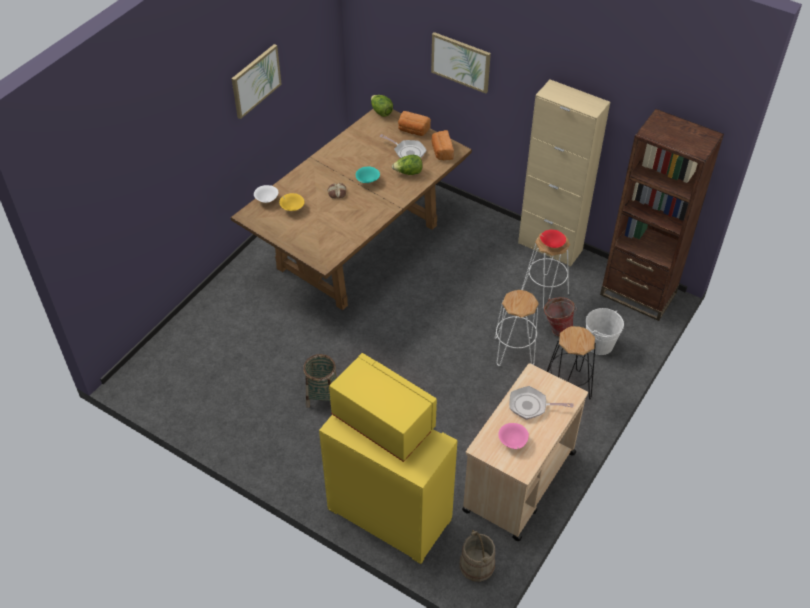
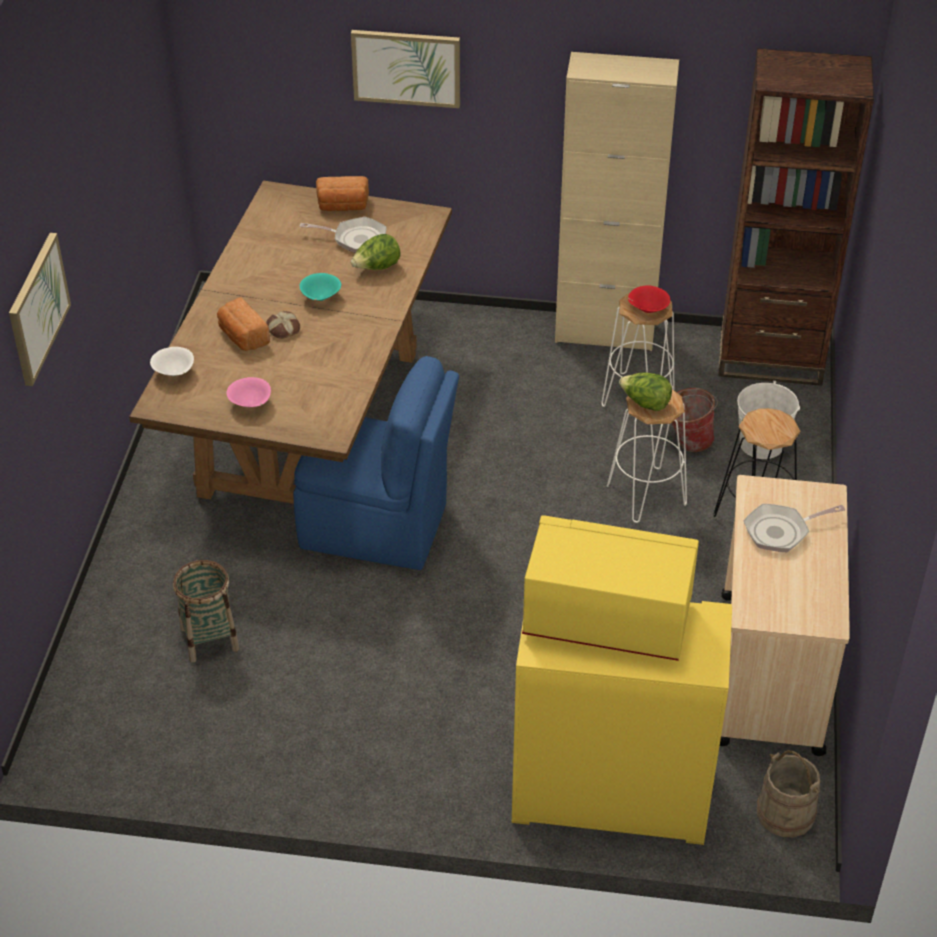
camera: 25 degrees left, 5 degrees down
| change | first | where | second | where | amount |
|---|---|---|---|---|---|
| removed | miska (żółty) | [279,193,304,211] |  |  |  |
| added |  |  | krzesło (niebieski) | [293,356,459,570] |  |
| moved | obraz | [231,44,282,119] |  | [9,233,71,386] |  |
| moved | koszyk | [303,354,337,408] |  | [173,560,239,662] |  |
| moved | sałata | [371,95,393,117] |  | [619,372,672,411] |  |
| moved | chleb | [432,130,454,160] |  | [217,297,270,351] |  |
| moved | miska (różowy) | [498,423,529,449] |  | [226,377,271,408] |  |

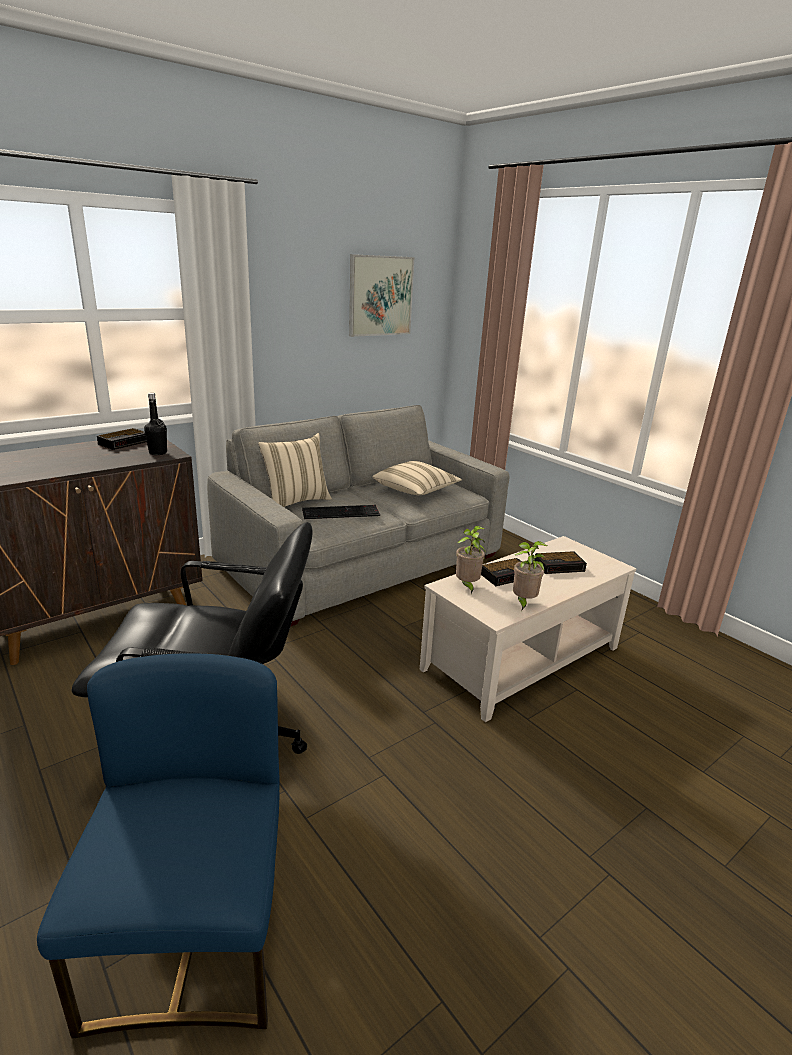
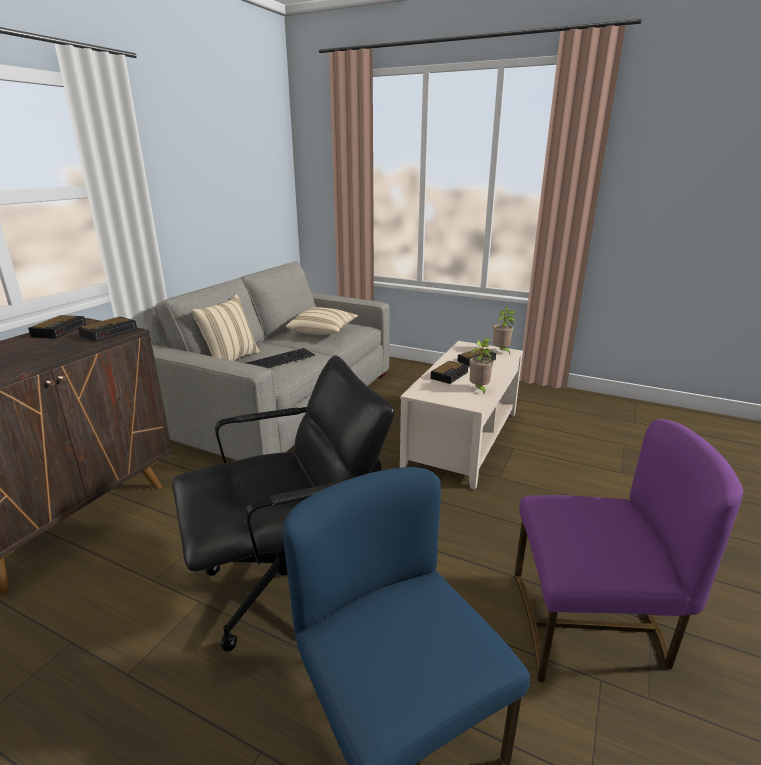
camera: 25 degrees left, 0 degrees up
| change | first | where | second | where | amount |
|---|---|---|---|---|---|
| removed | obraz | [349,254,414,337] |  |  |  |
| added |  |  | krzesło (fioletowy) | [514,419,743,683] |  |
| moved | roślina doniczkowa | [456,526,486,594] |  | [493,308,515,354] |  |
| replaced | butelka (czarny) | [144,393,167,455] | budzik | [78,317,137,342] |  |

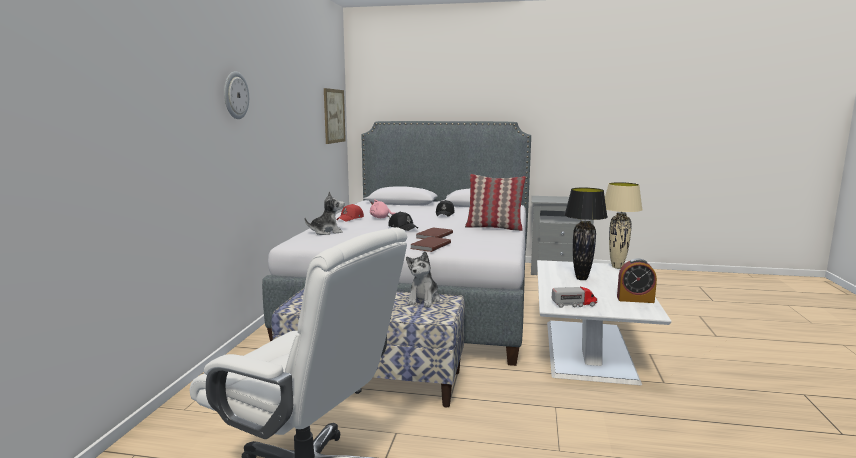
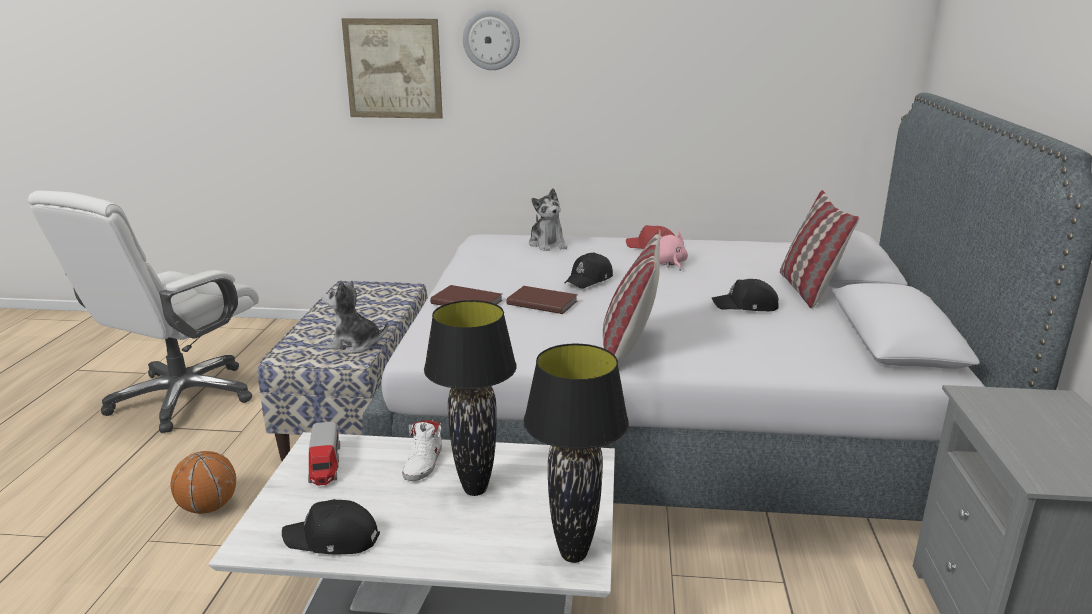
camera: 85 degrees right, 10 degrees up
| change | first | where | second | where | amount |
|---|---|---|---|---|---|
| added |  |  | piłka do koszykówki | [171,451,236,514] |  |
| added |  |  | but (biały) | [402,420,442,481] |  |
| added |  |  | poduszka | [780,190,859,309] |  |
| moved | obraz | [324,88,346,144] |  | [341,18,443,119] |  |
| replaced | budzik | [617,258,657,303] | czapka z daszkiem (czarny) | [282,499,380,554] |  |
| recoloured | lampa stołowa (beżowy) | [605,182,643,269] | lampa stołowa (czarny) | [523,344,629,563] |  |

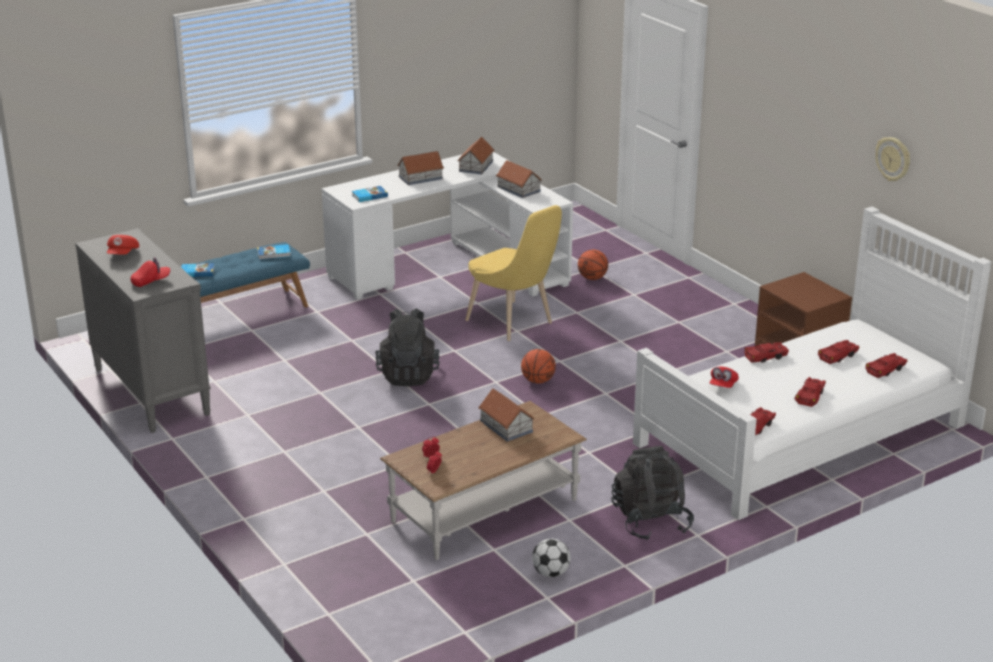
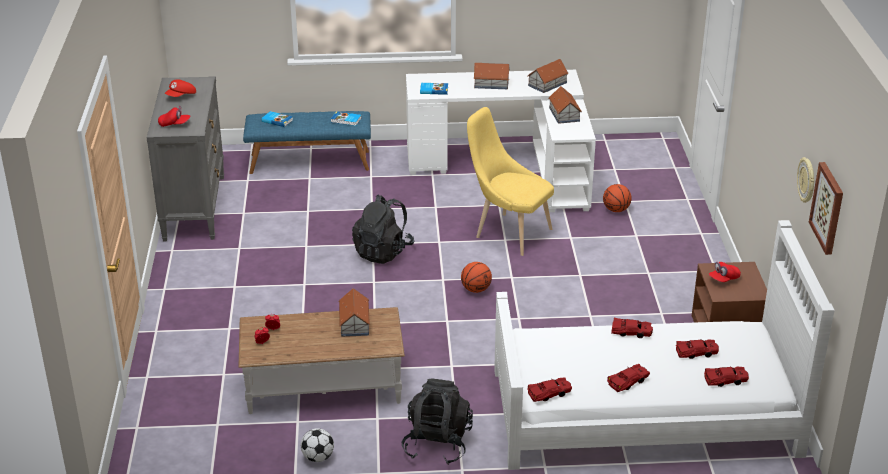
camera: 30 degrees right, 5 degrees up
| change | first | where | second | where | amount |
|---|---|---|---|---|---|
| added |  |  | obraz | [809,162,843,255] |  |
| moved | czapka z daszkiem (czerwony) | [709,366,739,388] |  | [709,262,741,282] |  |
| turned | krzesło (żółty) | [465,205,562,341] |  | [467,107,554,256] | 135 degrees clockwise |

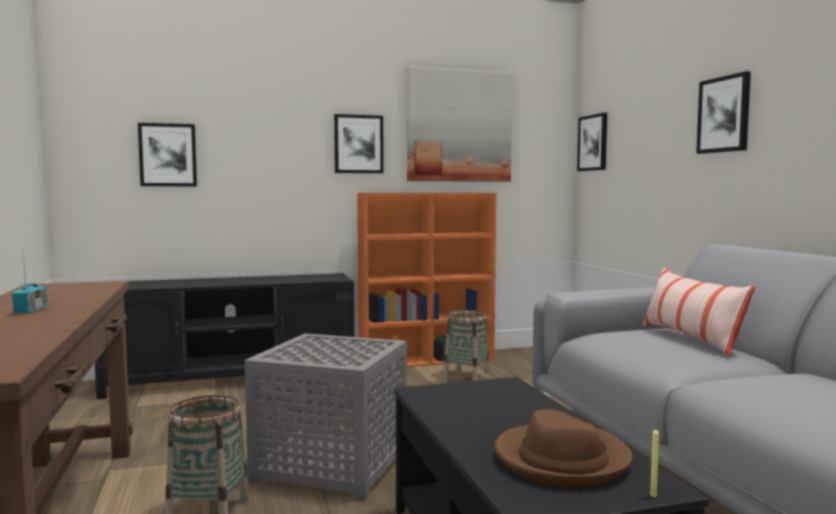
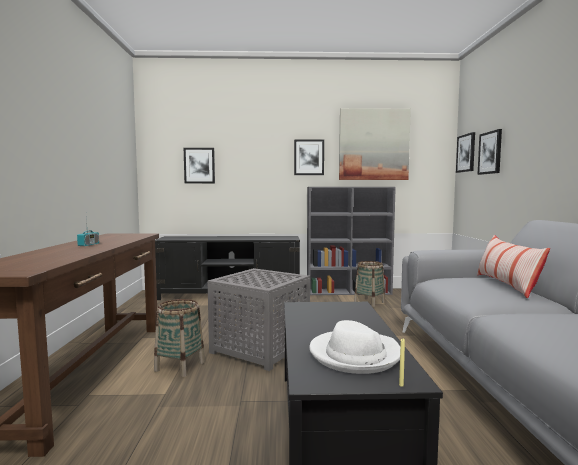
camera: 15 degrees right, 0 degrees up
| change | first | where | second | where | amount |
|---|---|---|---|---|---|
| moved | obraz | [696,71,751,154] |  | [477,129,502,175] |  |
| recoloured | regał (pomarańczowy) | [357,193,496,367] | regał (szary) | [307,187,396,295] |  |
| recoloured | kapelusz (brązowy) | [495,409,632,487] | kapelusz (biały) | [309,320,400,374] |  |

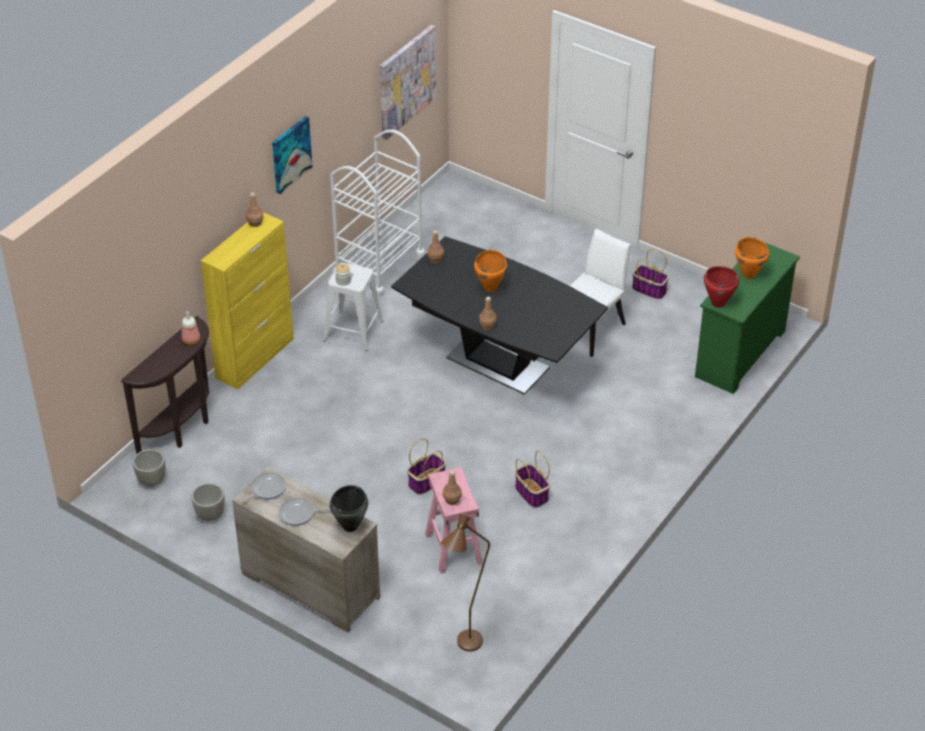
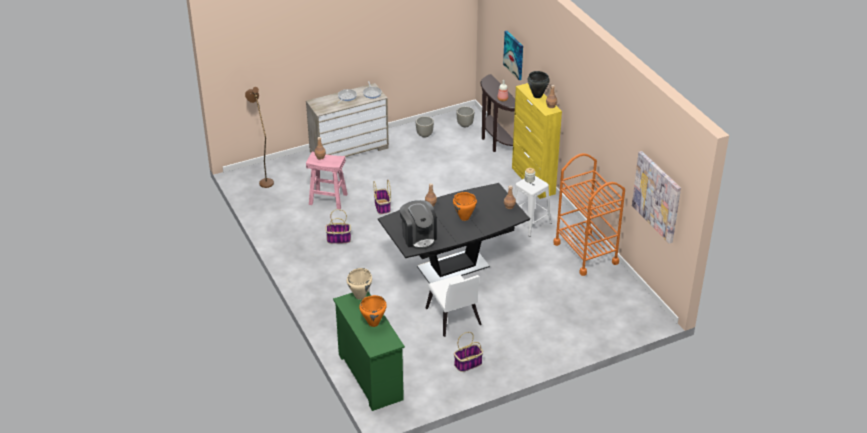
camera: 120 degrees right, 5 degrees down
| change | first | where | second | where | amount |
|---|---|---|---|---|---|
| added |  |  | ekspres do kawy | [400,200,437,250] |  |
| moved | obraz | [272,116,313,194] |  | [503,31,523,80] |  |
| moved | garnek (czarny) | [330,485,368,532] |  | [528,71,550,98] |  |
| recoloured | wózek (biały) | [330,129,425,297] | wózek (pomarańczowy) | [553,153,625,276] |  |
| recoloured | garnek (czerwony) | [704,266,739,307] | garnek (beżowy) | [347,268,372,300] |  |

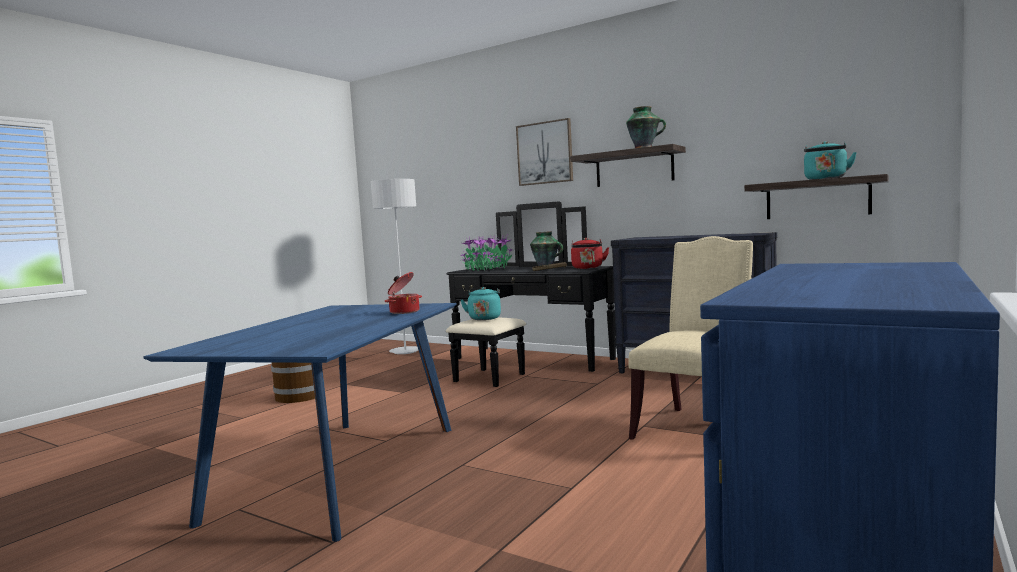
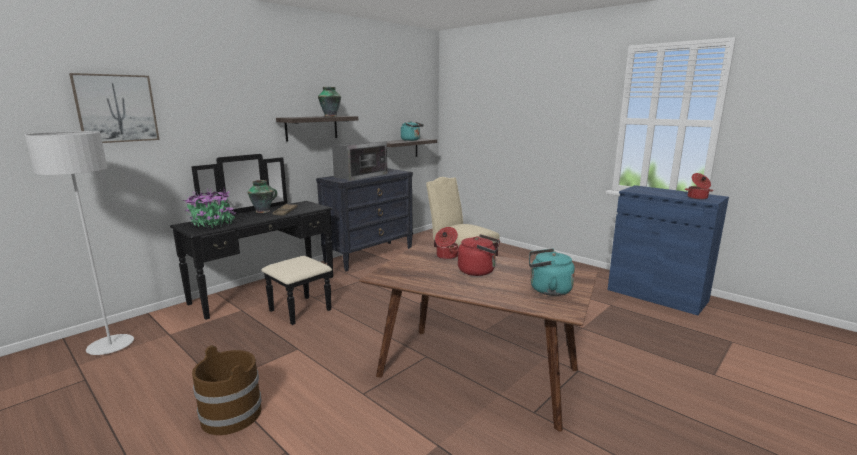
camera: 80 degrees left, 10 degrees up
| change | first | where | second | where | amount |
|---|---|---|---|---|---|
| added |  |  | mikrofalówka | [332,141,387,181] |  |
| added |  |  | garnek | [685,173,713,199] |  |
| moved | czajnik (turkusowy) | [461,287,501,320] |  | [529,249,575,296] |  |
| moved | obraz | [516,118,573,186] |  | [69,73,159,143] |  |
| moved | czajnik (czerwony) | [571,238,609,269] |  | [458,234,500,276] |  |
| recoloured | stół jadalny (niebieski) | [143,303,456,542] | stół jadalny (brązowy) | [359,244,598,432] |  |

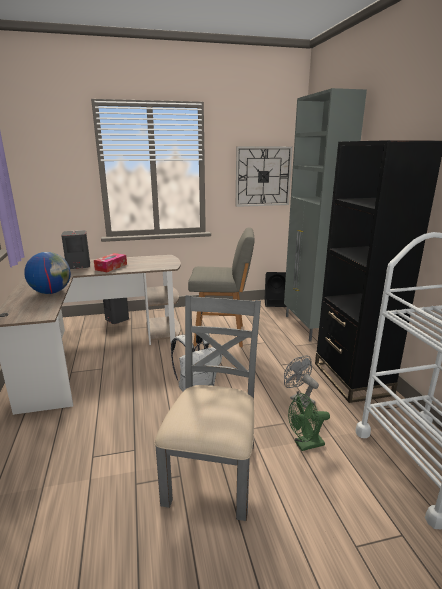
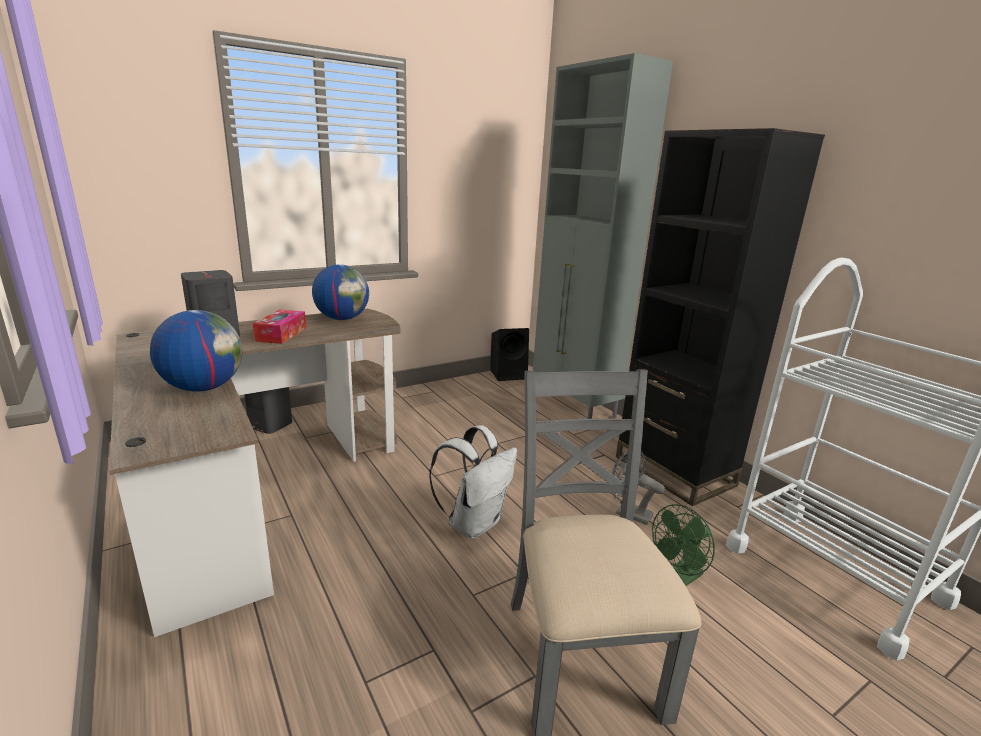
camera: 20 degrees left, 0 degrees up
| change | first | where | second | where | amount |
|---|---|---|---|---|---|
| removed | krzesło (szary) | [188,227,255,347] |  |  |  |
| removed | zegar ścienny | [236,146,293,207] |  |  |  |
| added |  |  | globus | [312,264,369,320] |  |

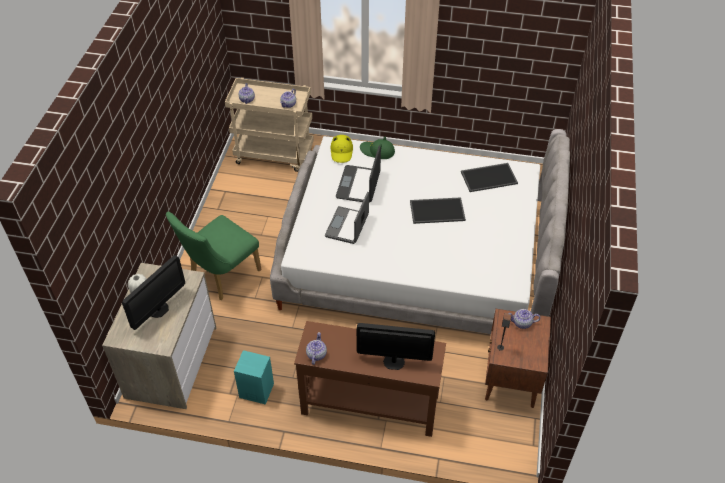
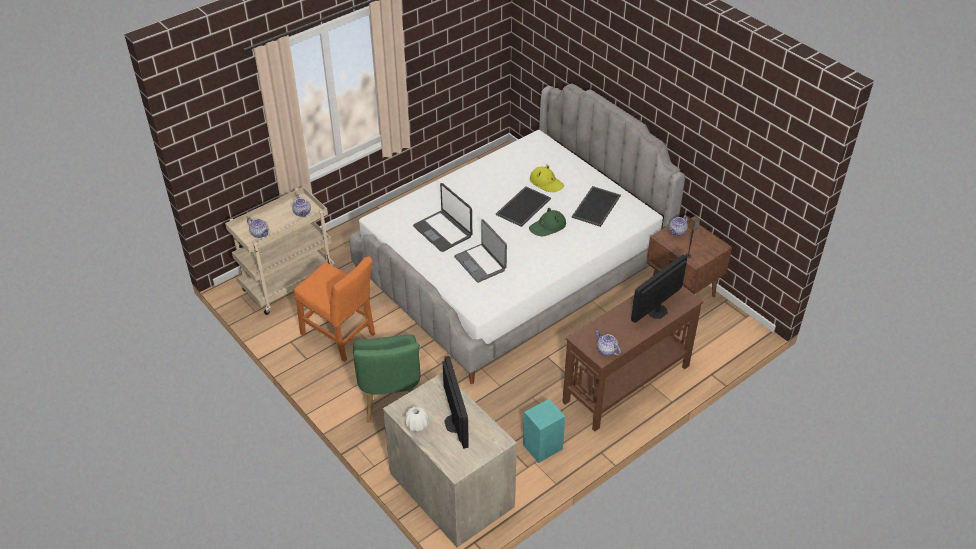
camera: 50 degrees left, 5 degrees down
| change | first | where | second | where | amount |
|---|---|---|---|---|---|
| added |  |  | krzesło (pomarańczowy) | [294,257,375,362] |  |
| moved | kapelusz (żółty) | [331,135,353,163] |  | [530,165,564,192] |  |
| moved | kapelusz (zielony) | [360,136,395,159] |  | [529,208,566,236] |  |
| moved | taca | [461,163,518,192] |  | [572,186,621,227] |  |

